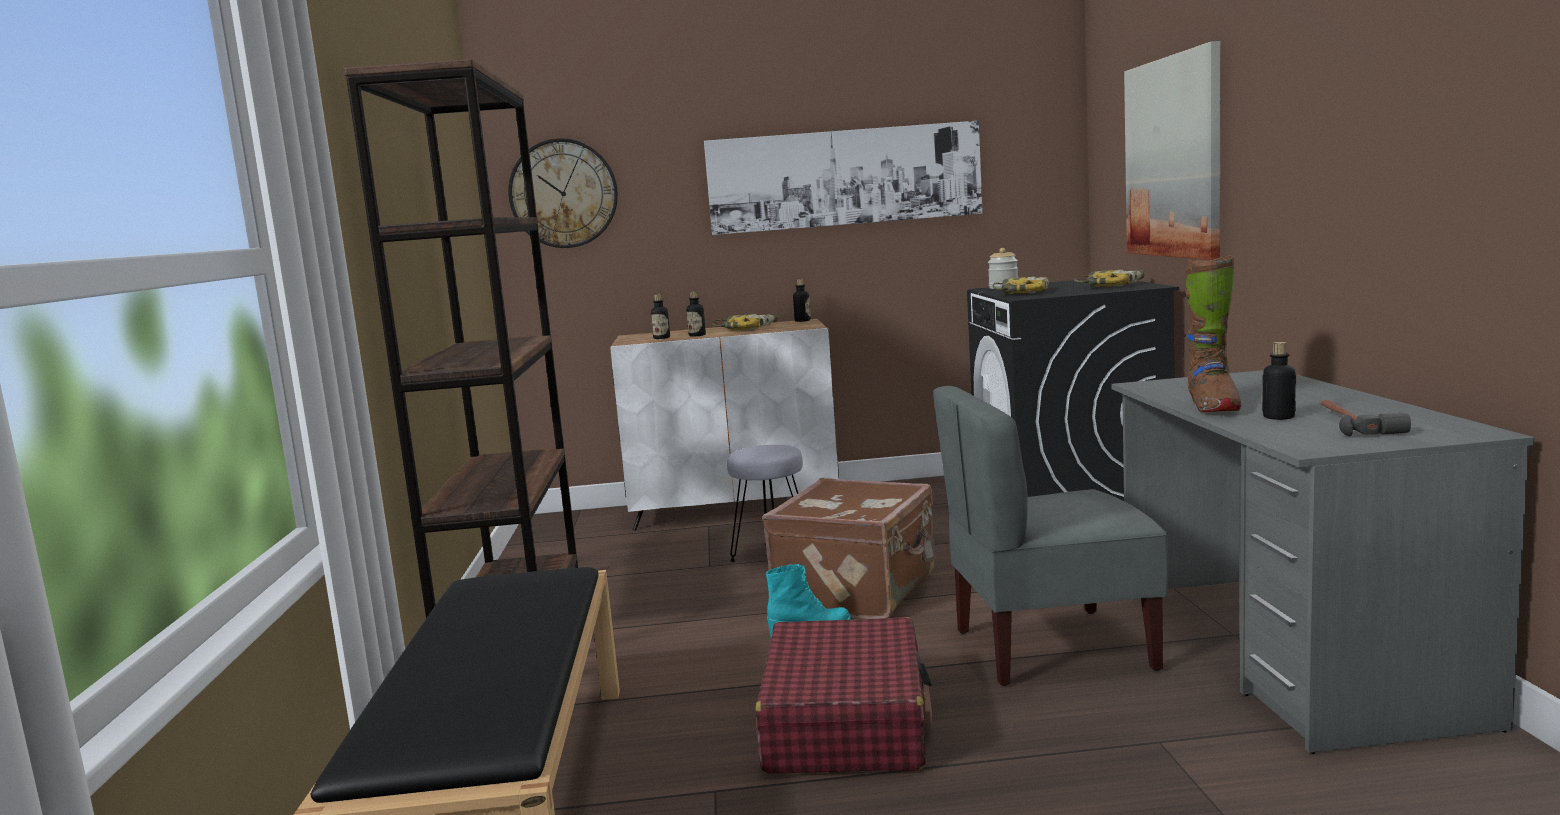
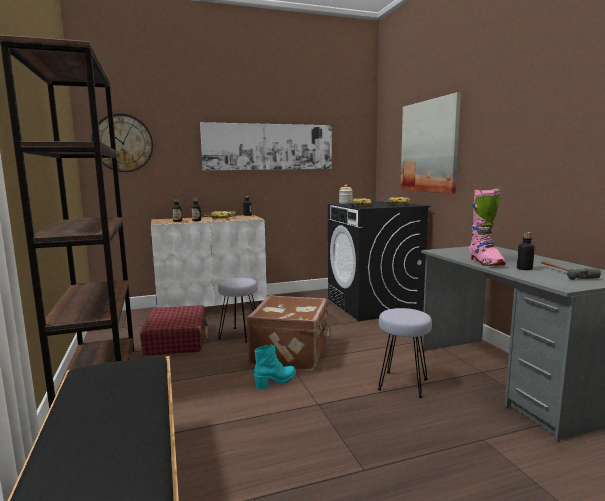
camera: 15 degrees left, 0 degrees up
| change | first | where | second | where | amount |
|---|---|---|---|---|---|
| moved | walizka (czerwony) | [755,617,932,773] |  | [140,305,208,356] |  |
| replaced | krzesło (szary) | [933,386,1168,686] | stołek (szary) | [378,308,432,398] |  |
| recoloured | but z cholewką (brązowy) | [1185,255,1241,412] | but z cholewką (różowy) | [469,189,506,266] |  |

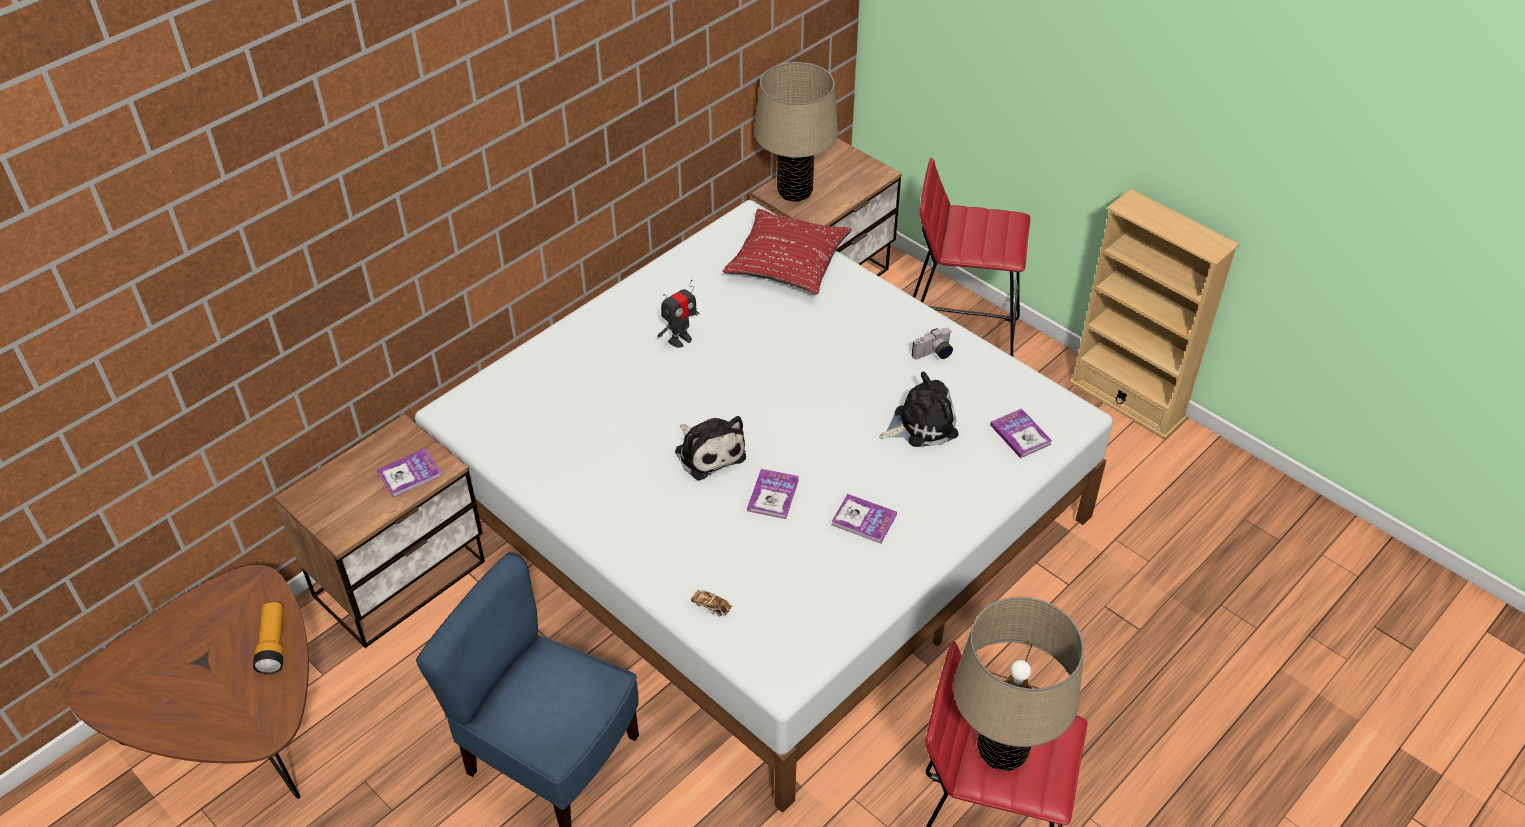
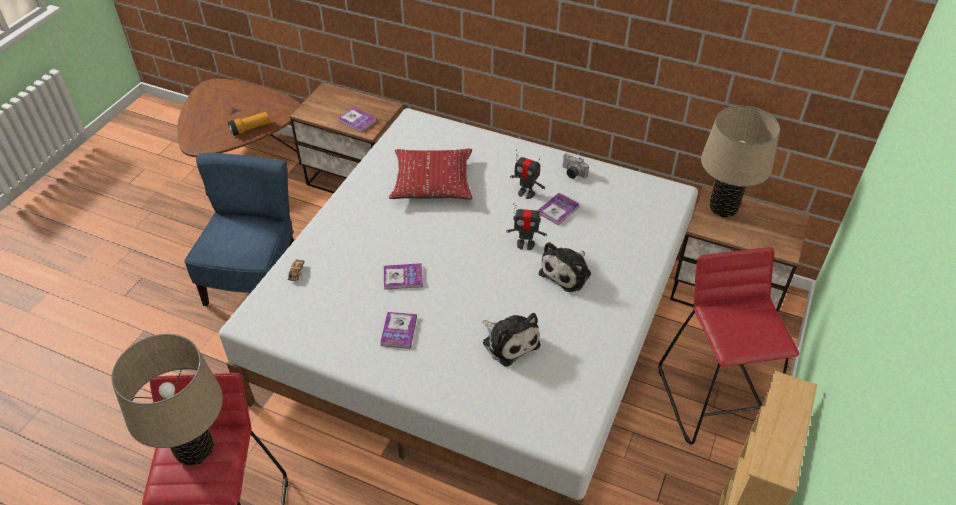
camera: 70 degrees right, 0 degrees up
| change | first | where | second | where | amount |
|---|---|---|---|---|---|
| added |  |  | robot zabawkowy | [506,203,547,250] |  |
| moved | pluszak | [675,416,746,480] |  | [539,242,591,292] |  |
| moved | poduszka (czerwony) | [723,209,852,295] |  | [389,149,473,200] |  |
| moved | aparat fotograficzny | [912,328,953,359] |  | [563,153,589,179] |  |
| moved | książka | [990,408,1052,458] |  | [538,193,580,225] |  |

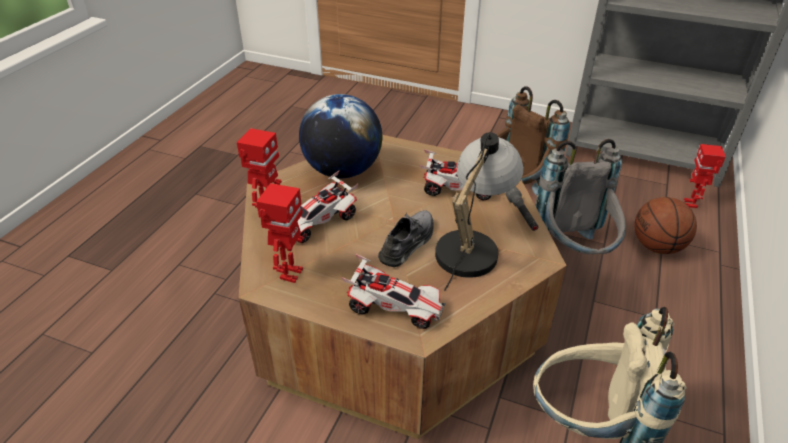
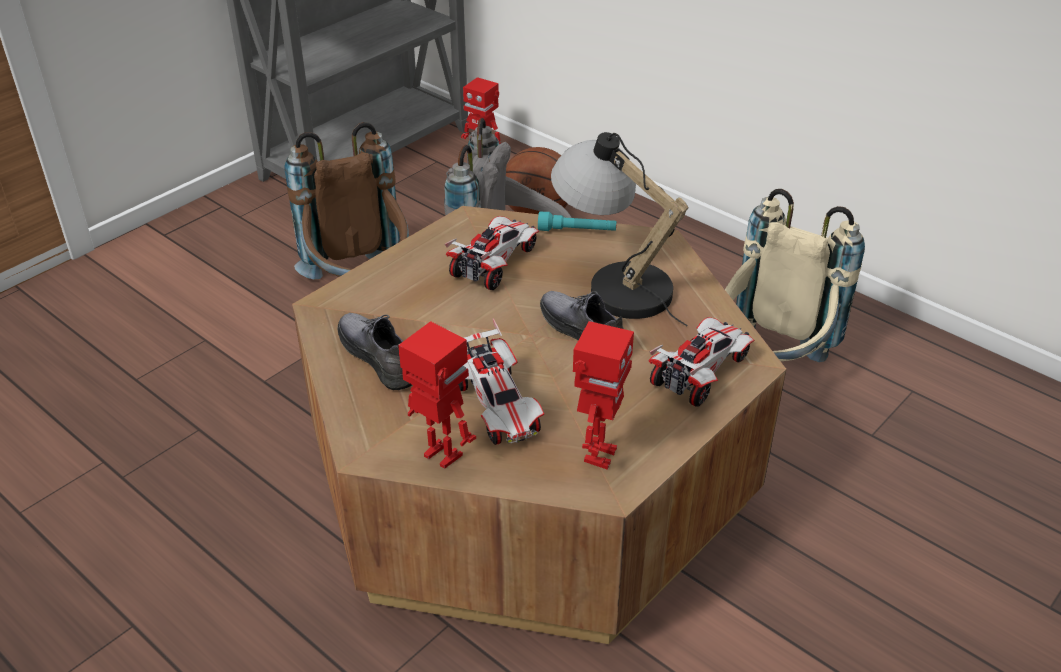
camera: 70 degrees left, 0 degrees up
| change | first | where | second | where | amount |
|---|---|---|---|---|---|
| replaced | globus | [299,94,383,178] | but (szary) | [338,313,412,390] |  |
| recoloured | latarka (szary) | [506,187,539,231] | latarka (turkusowy) | [538,212,616,231] |  |
| turned | robot zabawkowy | [256,183,304,283] |  | [573,321,634,470] | 75 degrees clockwise |

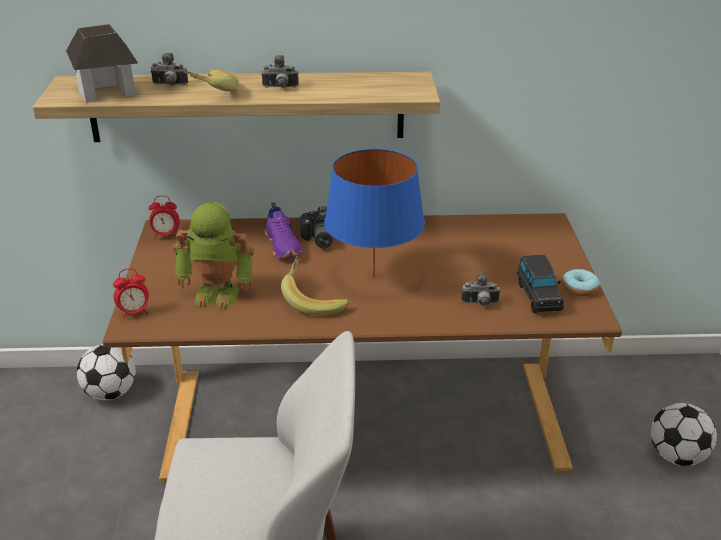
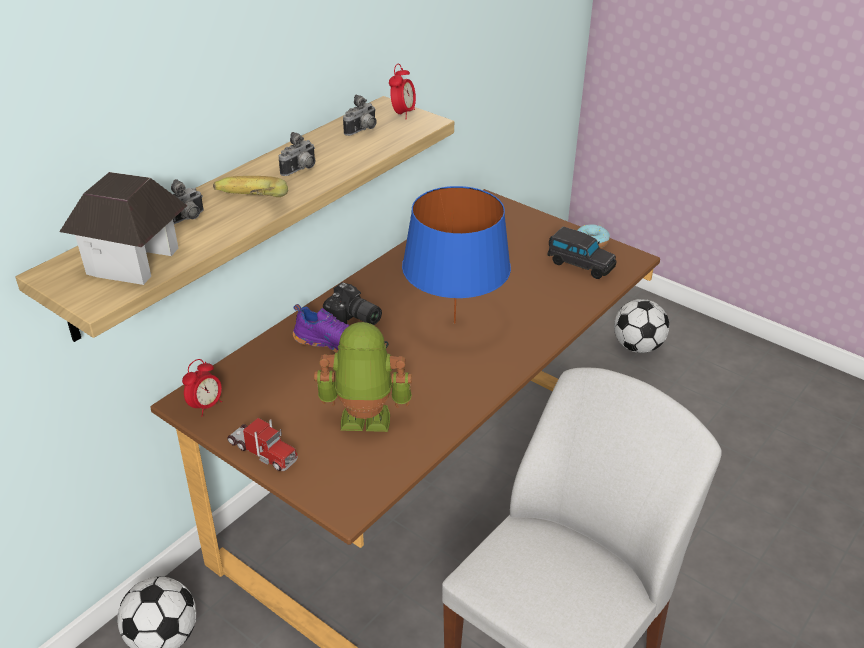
camera: 50 degrees left, 5 degrees up
| change | first | where | second | where | amount |
|---|---|---|---|---|---|
| removed | banan | [281,256,349,316] |  |  |  |
| added |  |  | ciężarówka zabawkowa | [227,418,298,471] |  |
| moved | budzik | [113,269,149,319] |  | [389,64,416,120] |  |
| moved | aparat fotograficzny | [461,272,500,306] |  | [343,95,377,136] |  |
| turned | robot zabawkowy | [173,202,254,310] |  | [314,322,412,432] | 135 degrees counterclockwise |

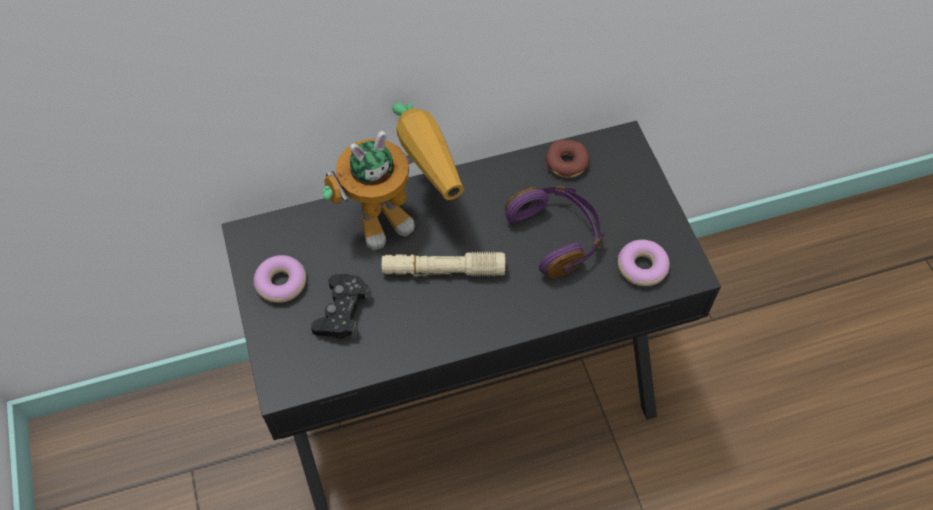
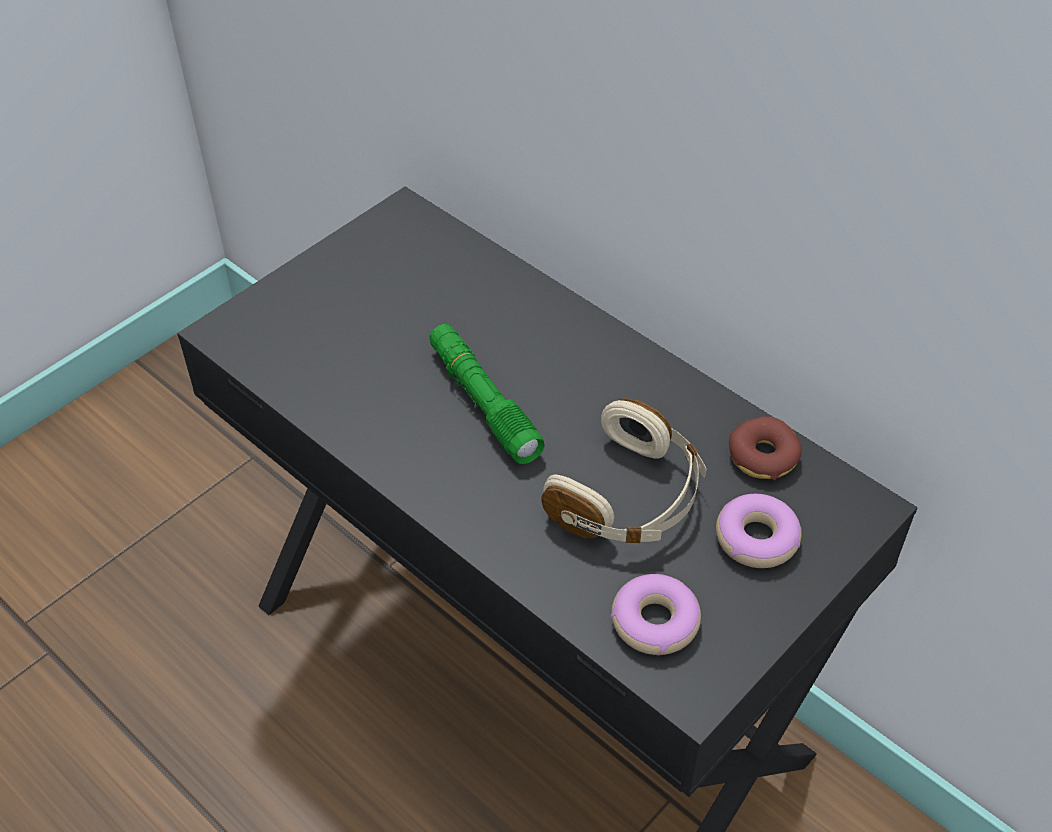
camera: 60 degrees right, 10 degrees down
| change | first | where | second | where | amount |
|---|---|---|---|---|---|
| removed | pad do gier (czarny) | [311,274,371,339] |  |  |  |
| removed | robot zabawkowy | [322,102,464,250] |  |  |  |
| moved | donut | [254,255,306,303] |  | [716,494,802,568] |  |
| recoloured | latarka (beżowy) | [381,251,505,277] | latarka (zielony) | [429,324,545,464] |  |
| recoloured | słuchawki (fioletowy) | [505,186,605,279] | słuchawki (beżowy) | [542,398,707,543] |  |

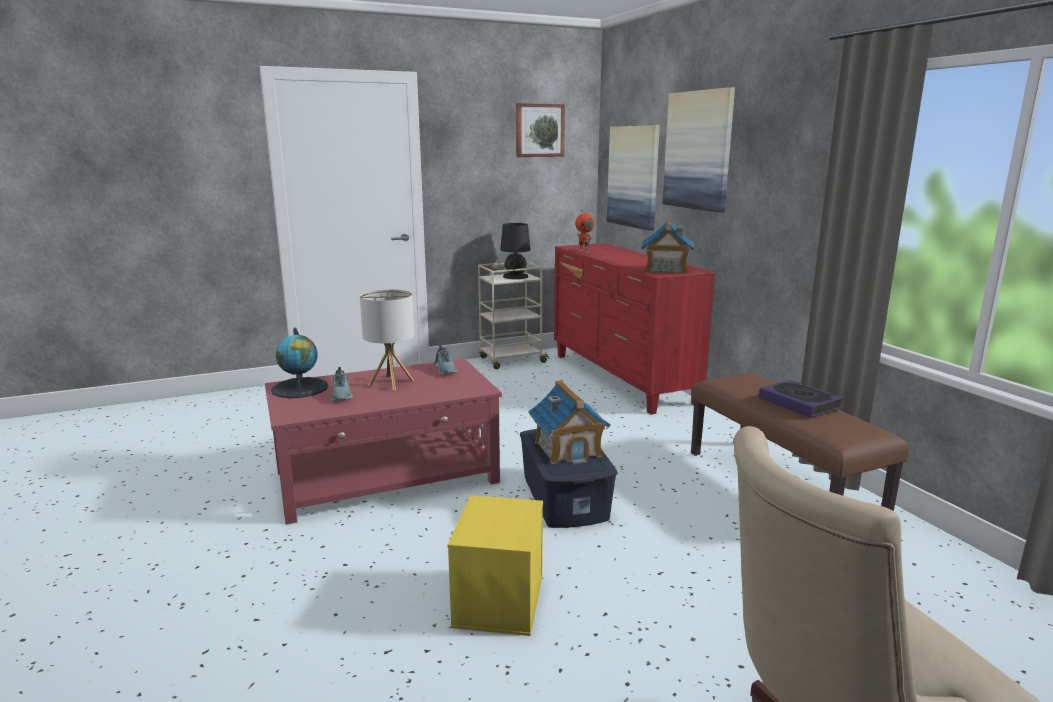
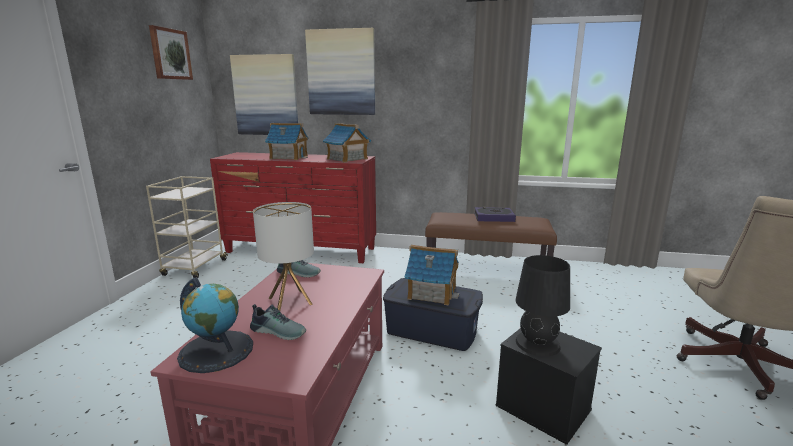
camera: 55 degrees left, 0 degrees up
| change | first | where | second | where | amount |
|---|---|---|---|---|---|
| removed | robot zabawkowy | [575,210,595,253] |  |  |  |
| added |  |  | domek | [265,123,308,160] |  |
| moved | lampa stołowa (czarny) | [500,223,531,279] |  | [516,255,570,357] |  |
| recoloured | pojemnik do przechowywania (żółty) | [448,495,543,636] | pojemnik do przechowywania (czarny) | [496,328,602,445] |  |

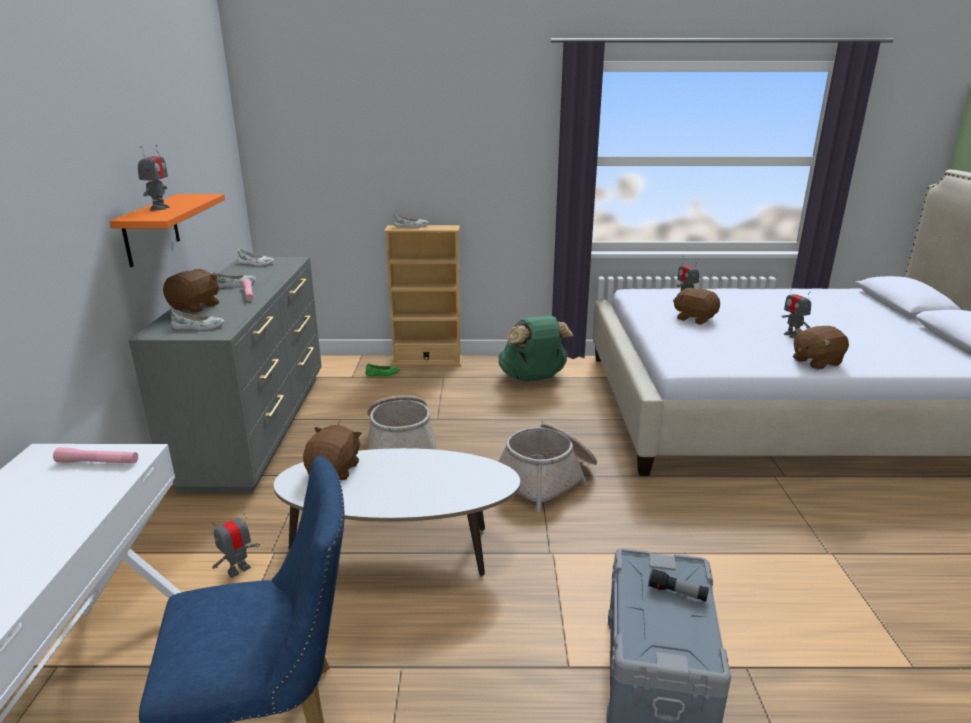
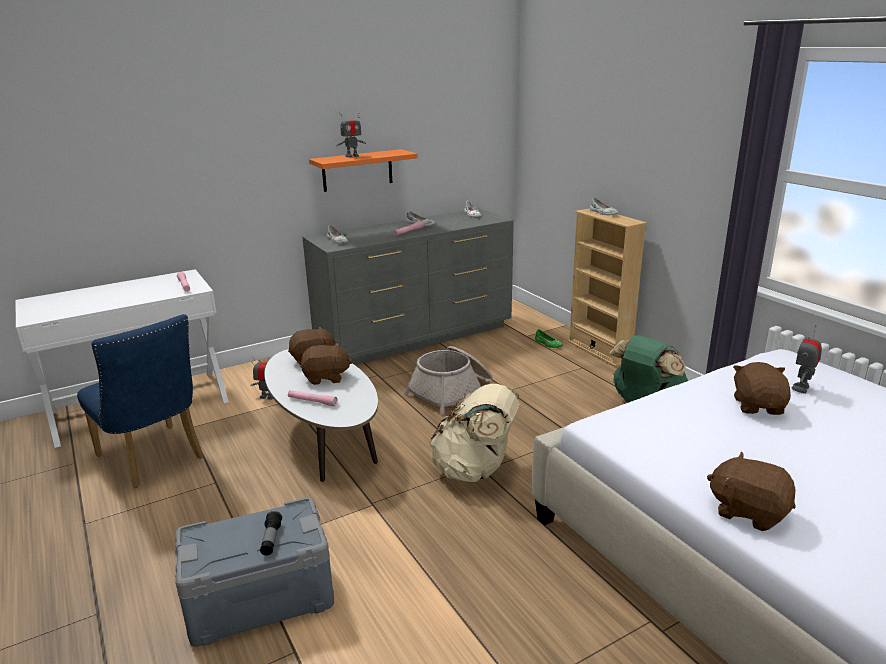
camera: 60 degrees right, 0 degrees up
| change | first | where | second | where | amount |
|---|---|---|---|---|---|
| removed | robot zabawkowy | [782,283,811,338] |  |  |  |
| added |  |  | latarka (różowy) | [288,390,338,407] |  |
| moved | pluszak (brązowy) | [163,269,219,313] |  | [300,343,352,385] |  |
| replaced | koszyk | [498,423,597,512] | plecak (beżowy) | [429,384,519,482] |  |

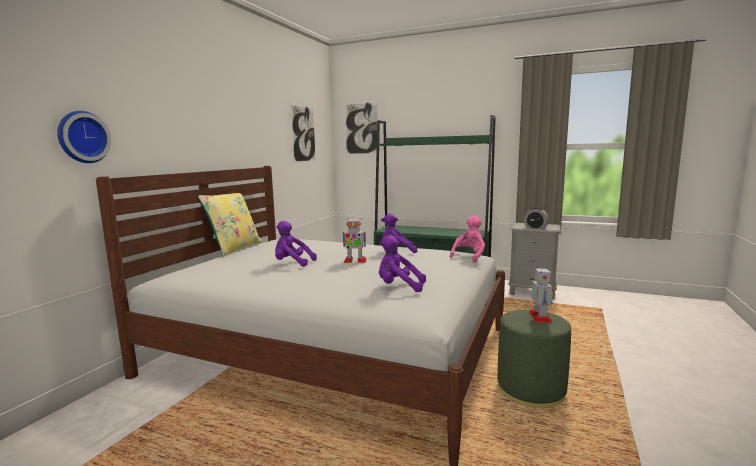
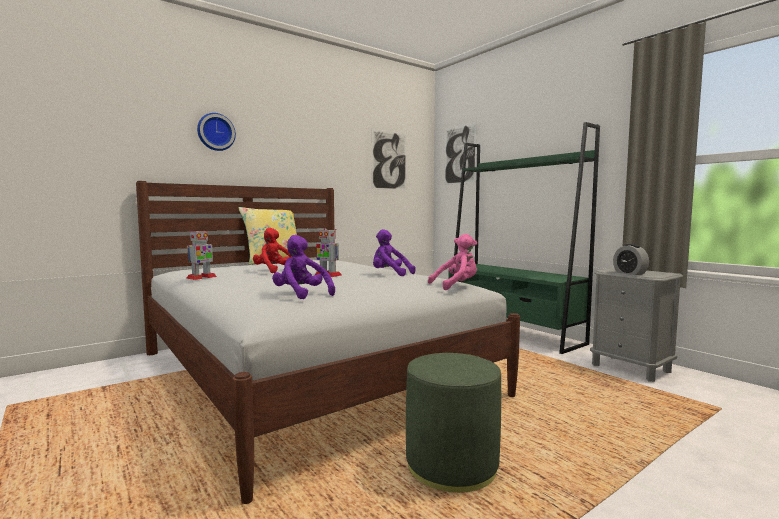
camera: 30 degrees right, 5 degrees down
| change | first | where | second | where | amount |
|---|---|---|---|---|---|
| moved | zegar ścienny | [57,111,111,163] |  | [197,113,236,151] |  |
| moved | robot zabawkowy | [529,267,553,323] |  | [186,230,217,280] |  |
| recoloured | pluszak (fioletowy) | [275,221,317,267] | pluszak (czerwony) | [253,228,292,273] |  |

